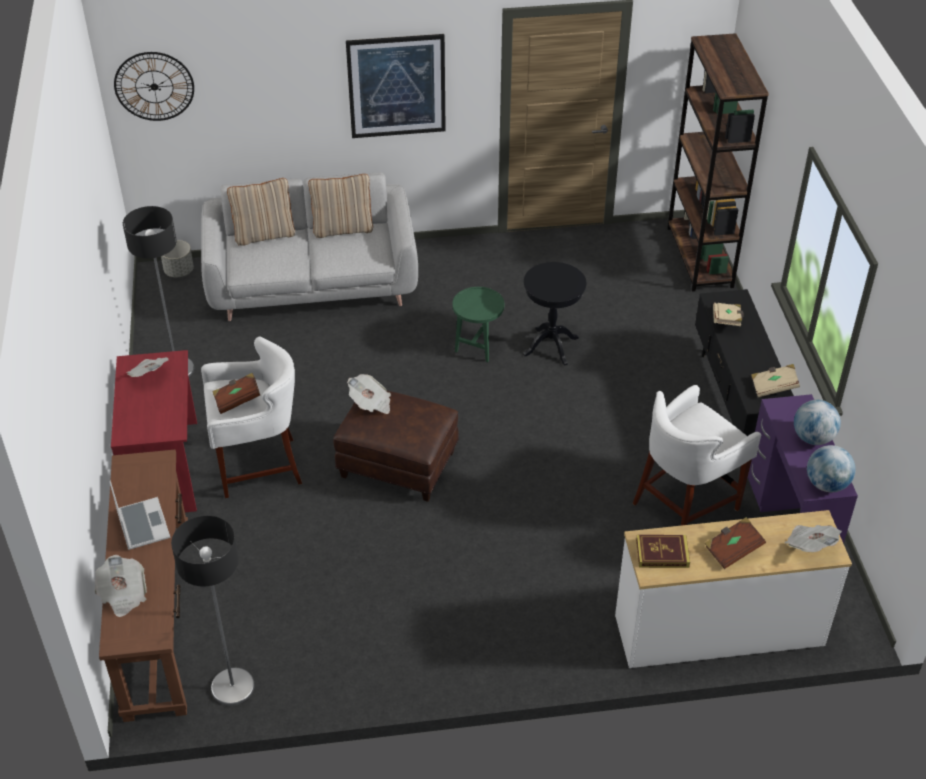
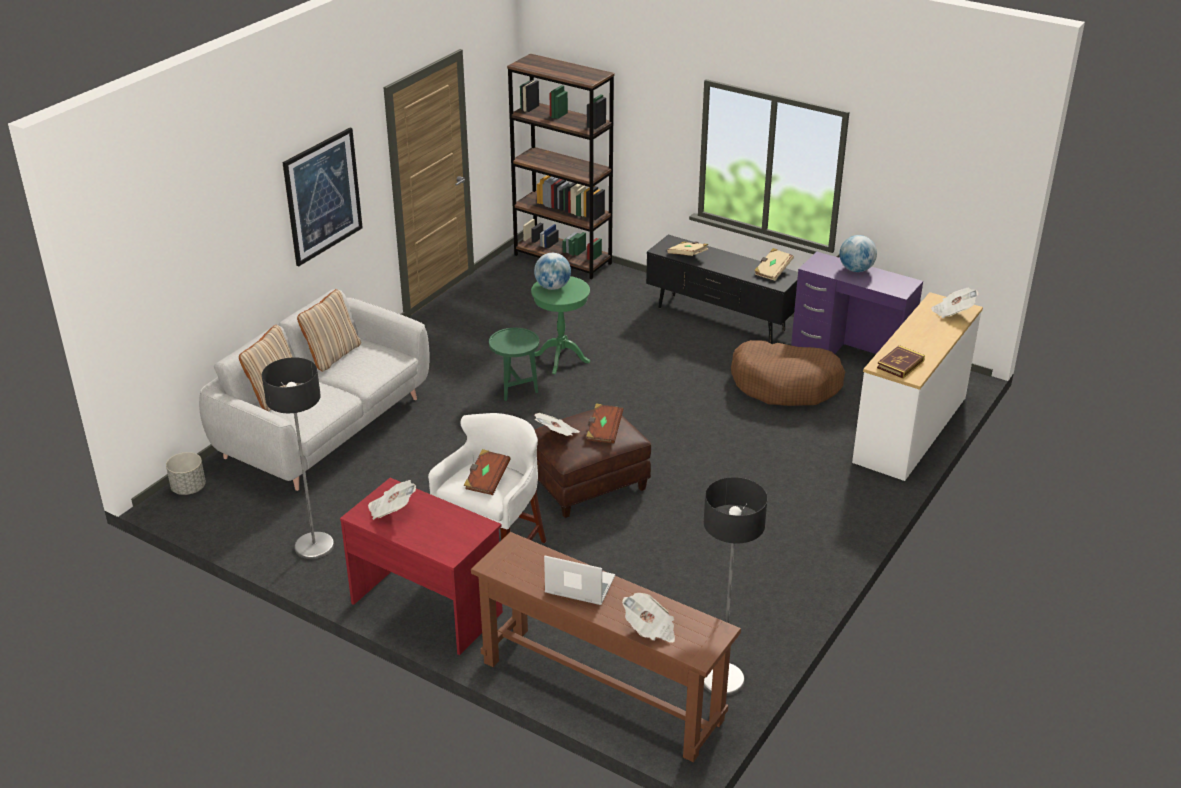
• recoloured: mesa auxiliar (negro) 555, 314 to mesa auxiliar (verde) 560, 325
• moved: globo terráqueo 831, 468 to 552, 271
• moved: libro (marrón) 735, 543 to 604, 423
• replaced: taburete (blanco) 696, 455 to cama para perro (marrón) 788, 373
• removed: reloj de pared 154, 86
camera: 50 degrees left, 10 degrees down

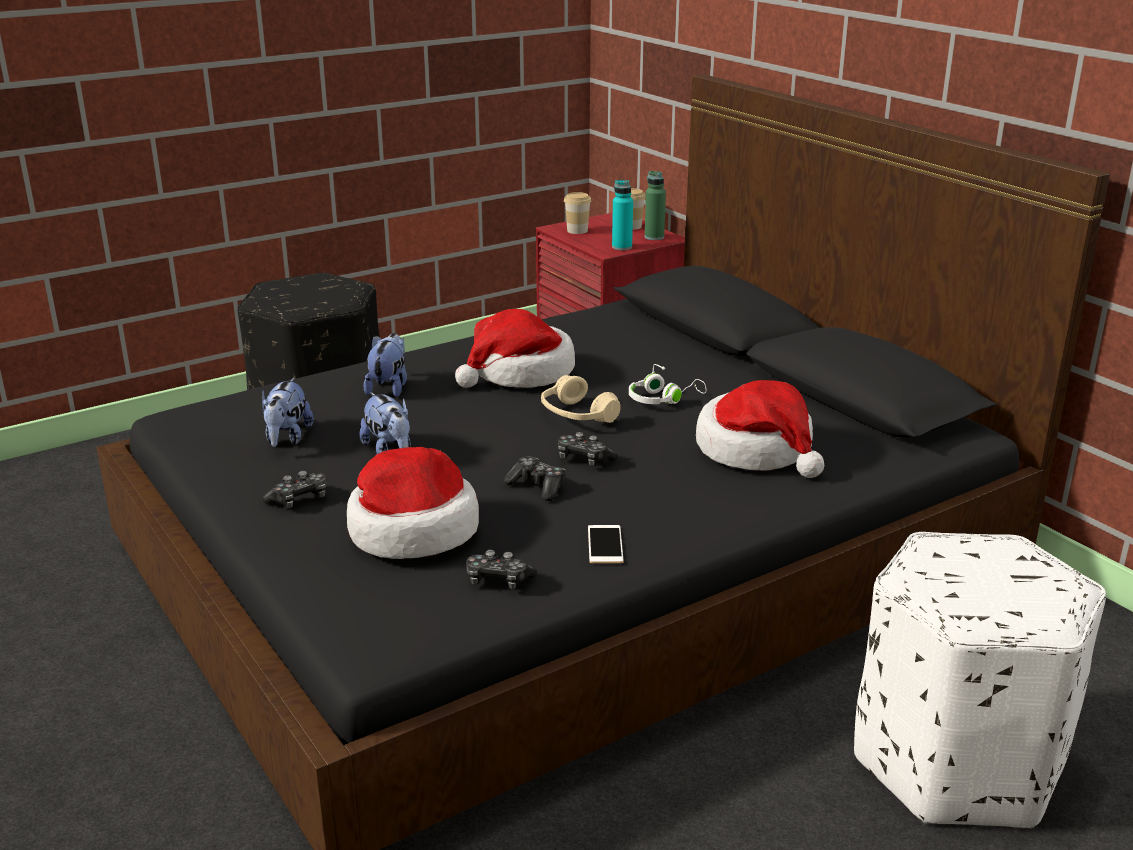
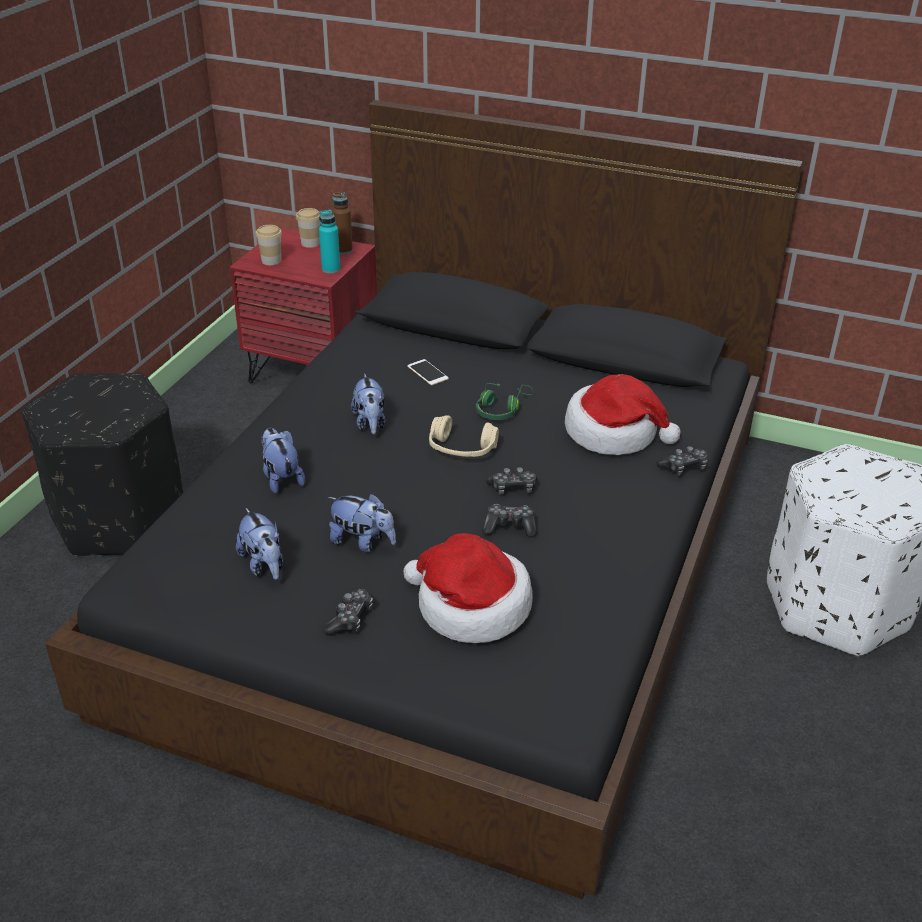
• recoloured: botella (verde) 655, 205 to botella (marrón) 342, 223
• replaced: sombrero 515, 348 to peluche 368, 404
• moved: móvil 606, 544 to 428, 372
• recoloured: auriculares (blanco) 667, 384 to auriculares (verde) 504, 401
• moved: mando de consola 501, 569 to 682, 460
camera: 35 degrees left, 10 degrees up

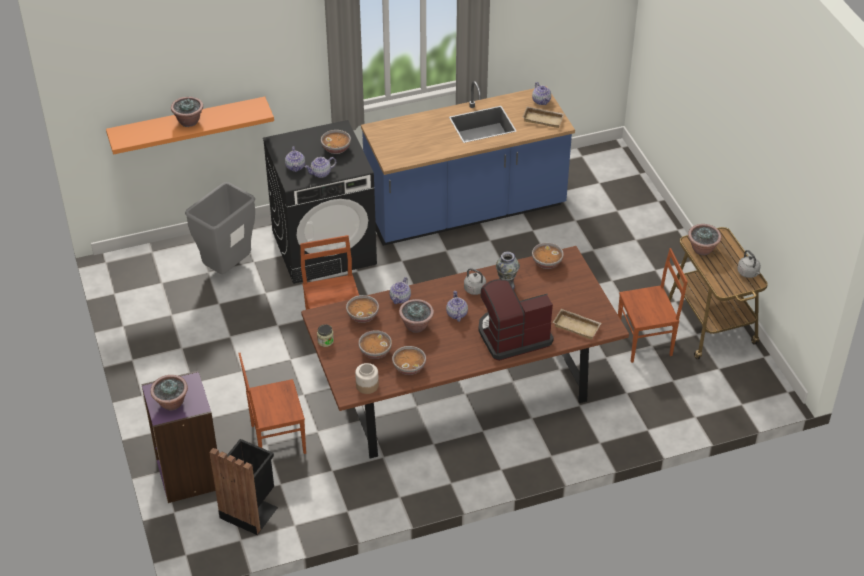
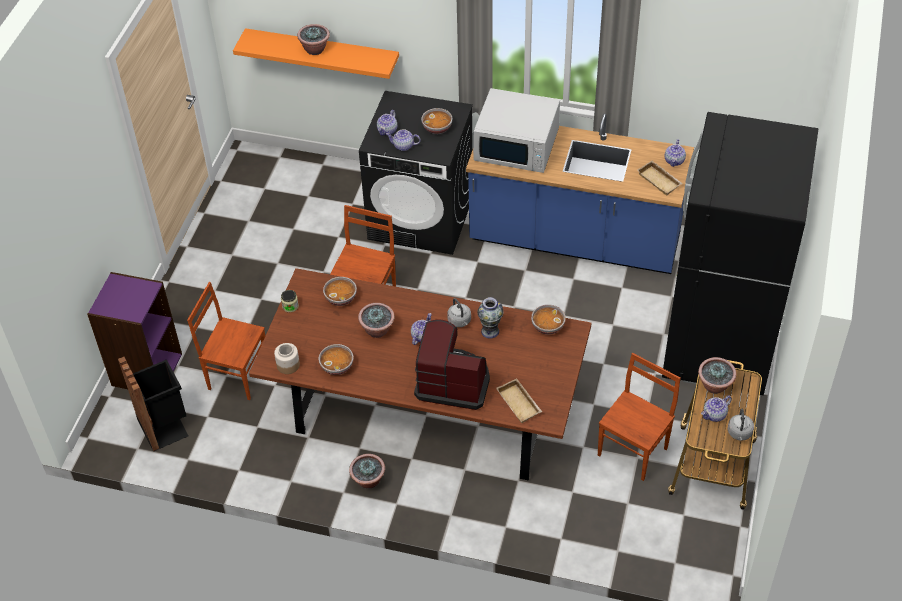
• moved: planta en maceta 169, 392 to 367, 471
• added: microondas (blanco) 516, 130
• turned: silla (marrón) 653, 305 = 639, 417 75 degrees counterclockwise
• added: nevera (negro) 740, 254
• moved: tetera 400, 290 to 716, 408
• removed: papelera (gris) 220, 228
• removed: cuenco 375, 344
camera: 35 degrees right, 5 degrees up

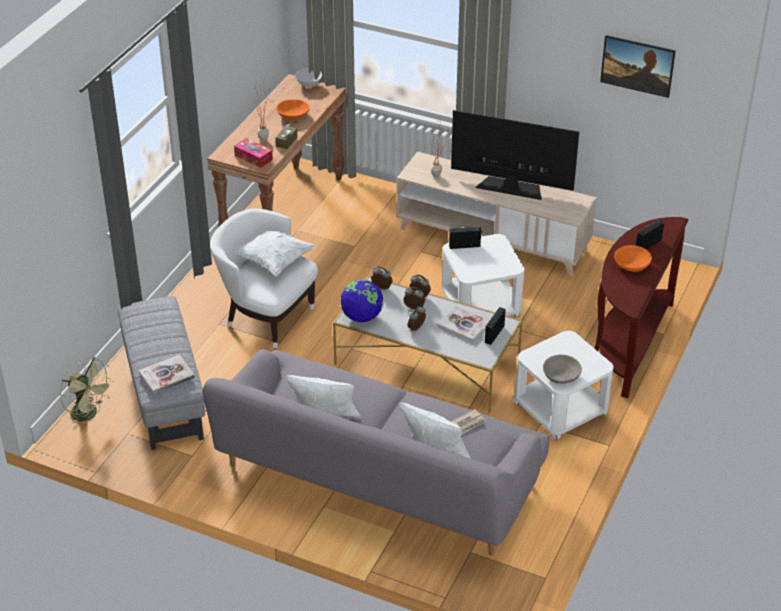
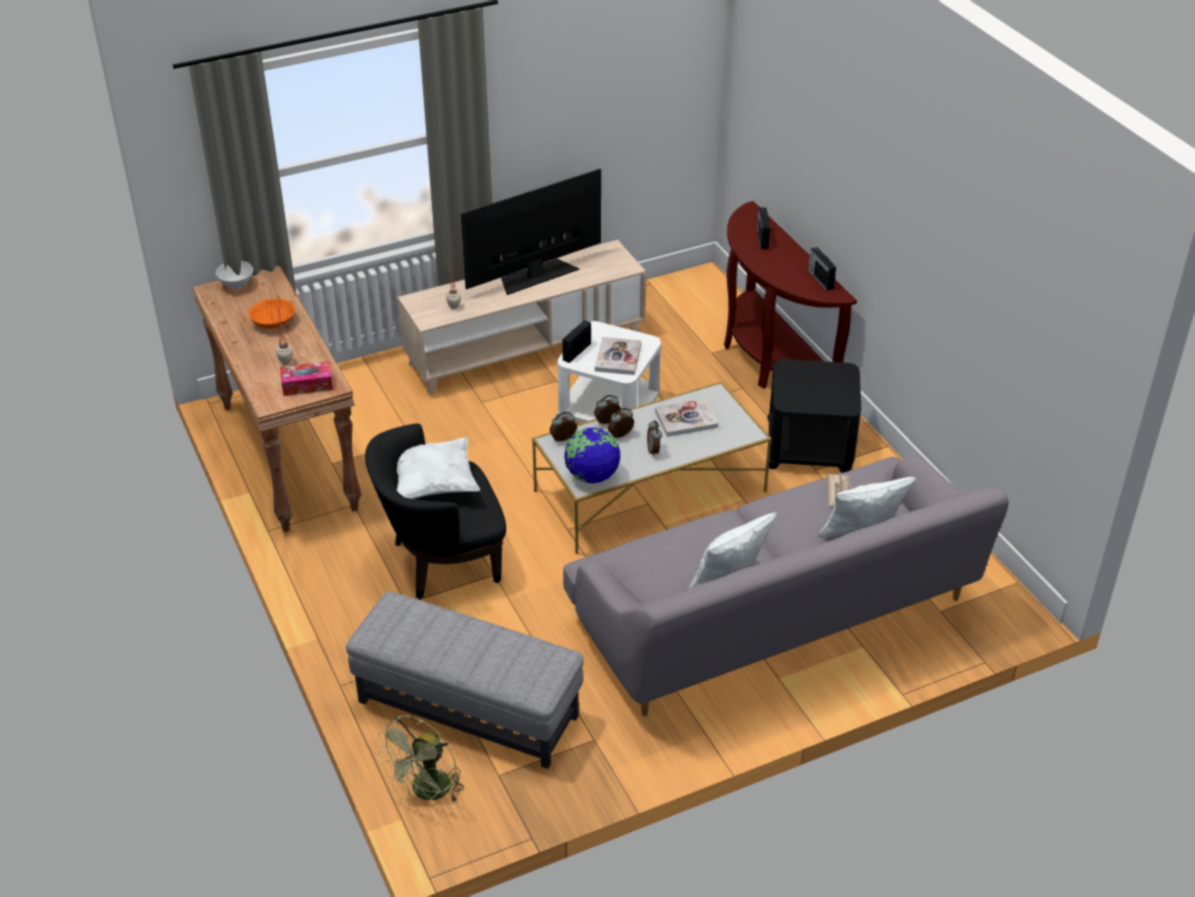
• recoloured: sillón (blanco) 264, 278 to sillón (negro) 435, 511
• turned: ventilador (verde) 87, 393 = 420, 759 135 degrees clockwise
• moved: libro 167, 374 to 618, 356
• recoloured: mesa auxiliar (blanco) 563, 385 to mesa auxiliar (negro) 814, 416
• moved: radio 495, 326 to 822, 269
• removed: caja de pañuelos (marrón) 286, 136
• removed: cuenco (gris) 562, 369
• removed: cuadro 638, 66
• removed: cuenco (naranja) 633, 258
camera: 50 degrees left, 0 degrees up

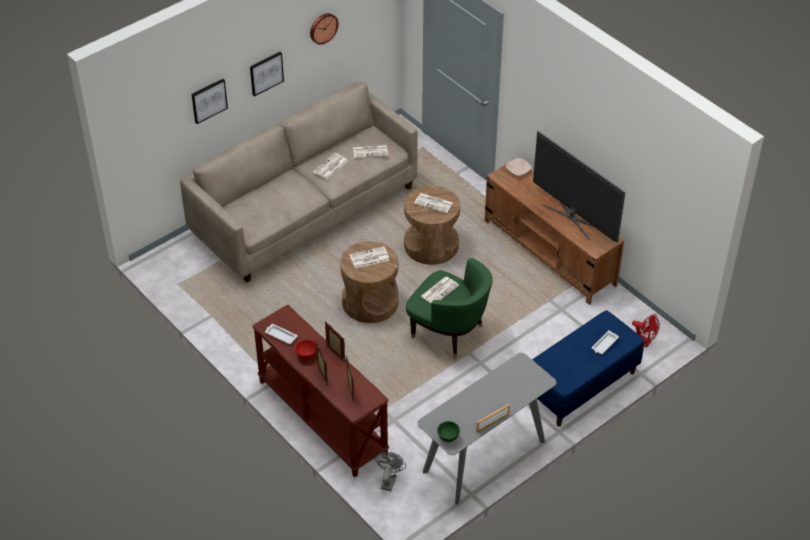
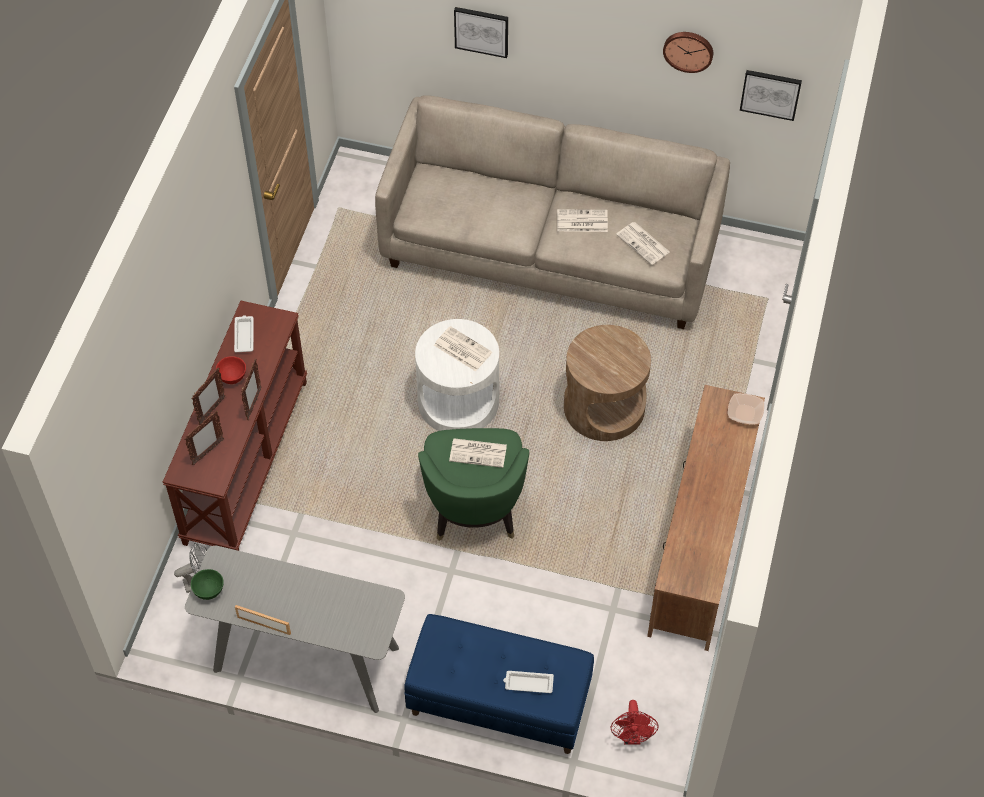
• recoloured: mesa auxiliar (marrón) 369, 282 to mesa auxiliar (blanco) 457, 375
• moved: cuadro 267, 74 to 771, 95
• removed: periódico 433, 203
• removed: televisor 579, 187
camera: 55 degrees right, 10 degrees up

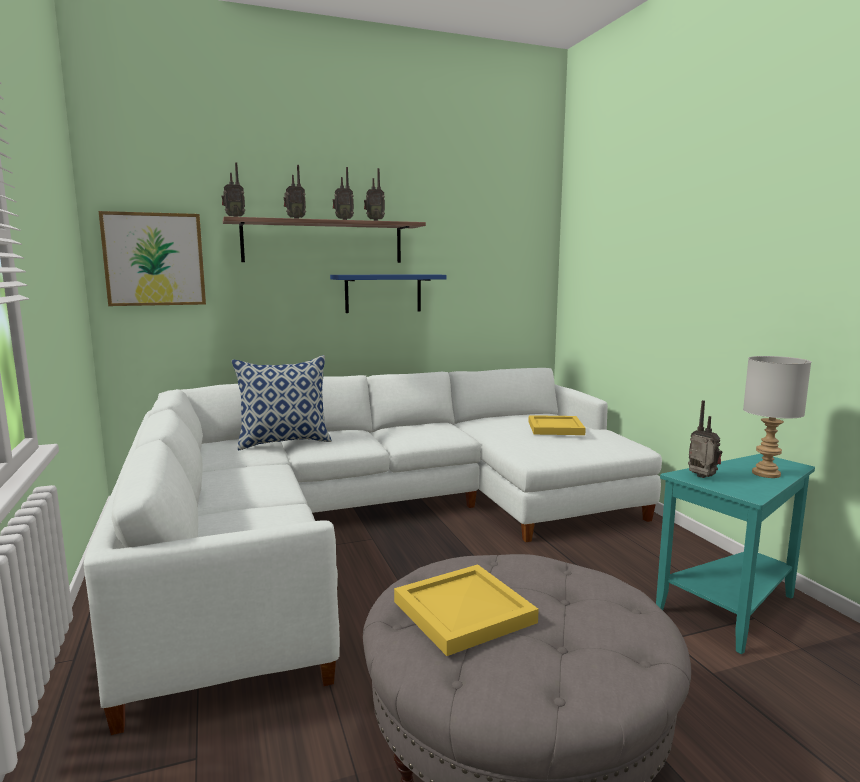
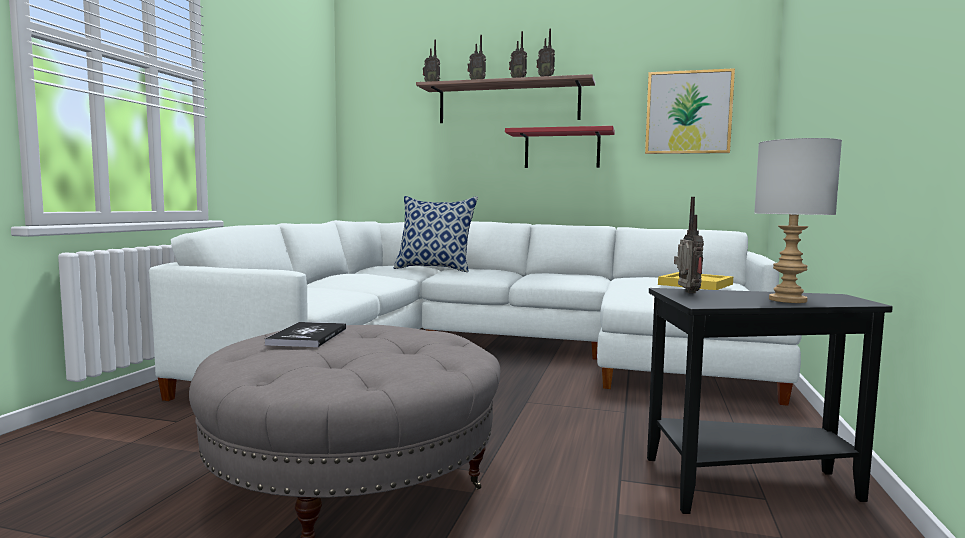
• replaced: bandeja (amarillo) 466, 610 to libro 305, 334
• recoloured: estante (azul) 388, 293 to estante (rojo) 560, 147
• moved: cuadro 152, 258 to 690, 111
• recoloured: mesa auxiliar (turquesa) 735, 554 to mesa auxiliar (negro) 770, 401
camera: 35 degrees right, 5 degrees down

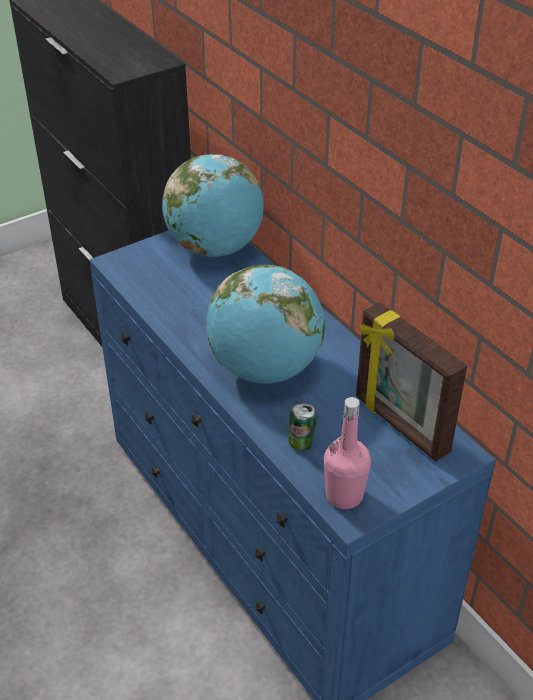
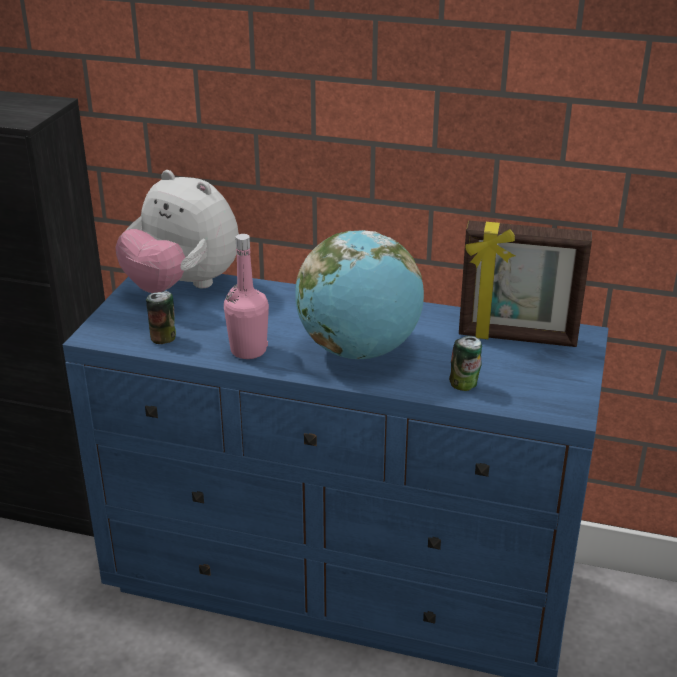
• replaced: globo terráqueo 213, 205 to peluche 177, 231
• added: lata 161, 317
• moved: botella (rosa) 347, 453 to 246, 296
camera: 40 degrees left, 10 degrees down

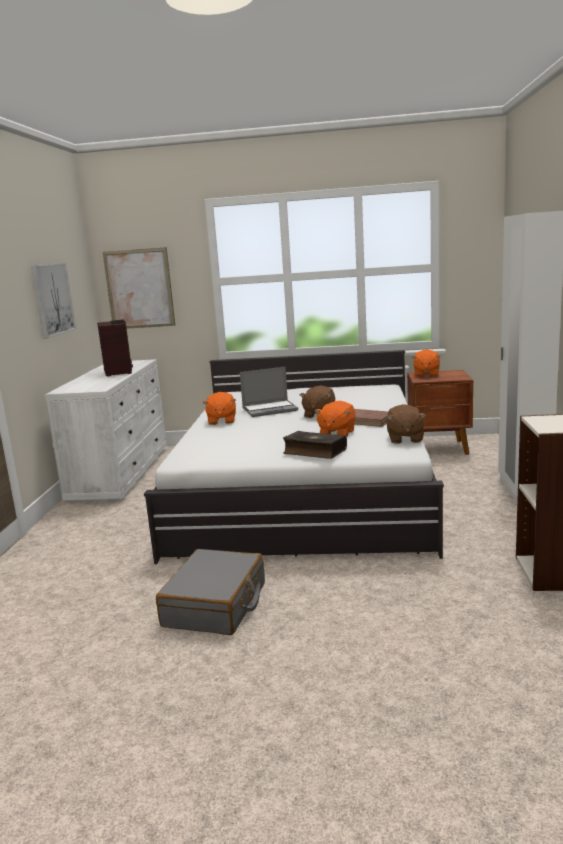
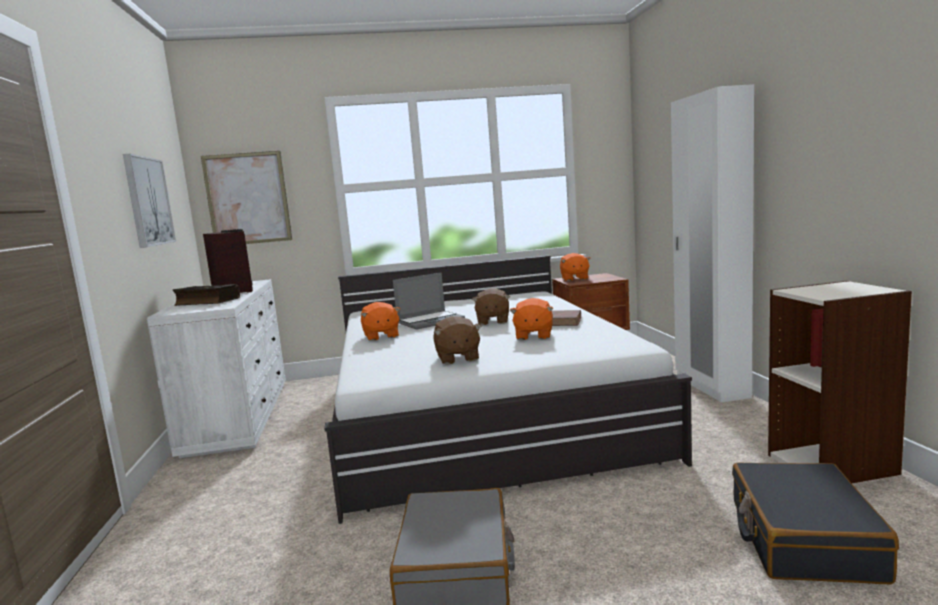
• moved: libro 315, 445 to 206, 295
• moved: peluche (marrón) 406, 424 to 457, 340
• added: maleta (negro) 815, 523
camera: 15 degrees left, 5 degrees down

